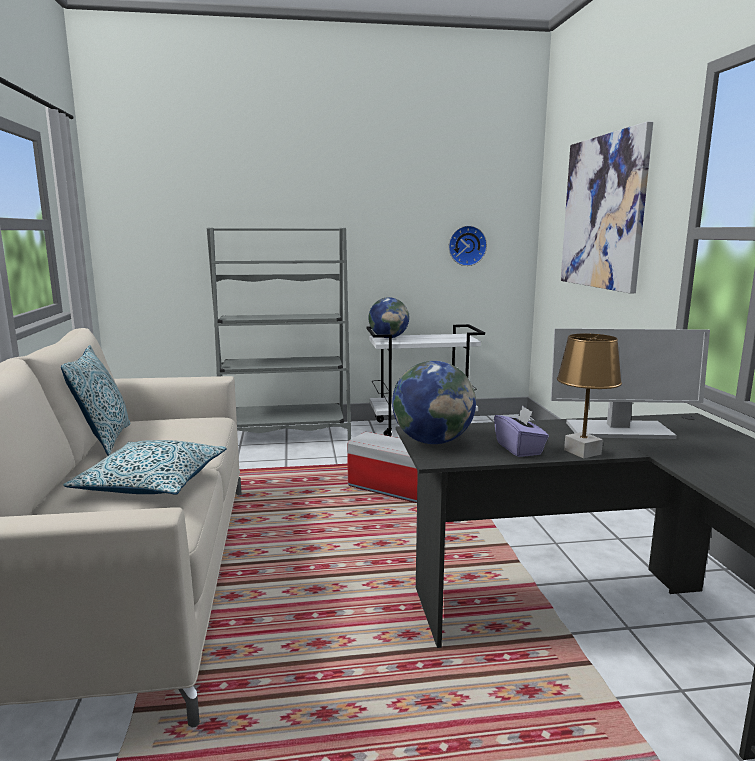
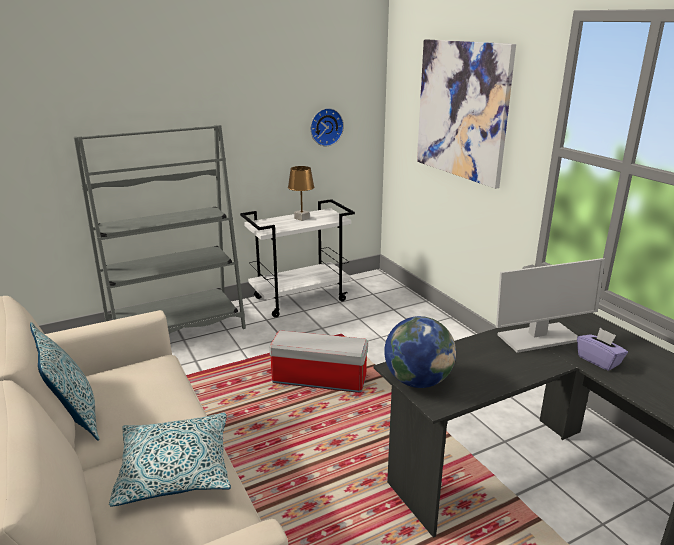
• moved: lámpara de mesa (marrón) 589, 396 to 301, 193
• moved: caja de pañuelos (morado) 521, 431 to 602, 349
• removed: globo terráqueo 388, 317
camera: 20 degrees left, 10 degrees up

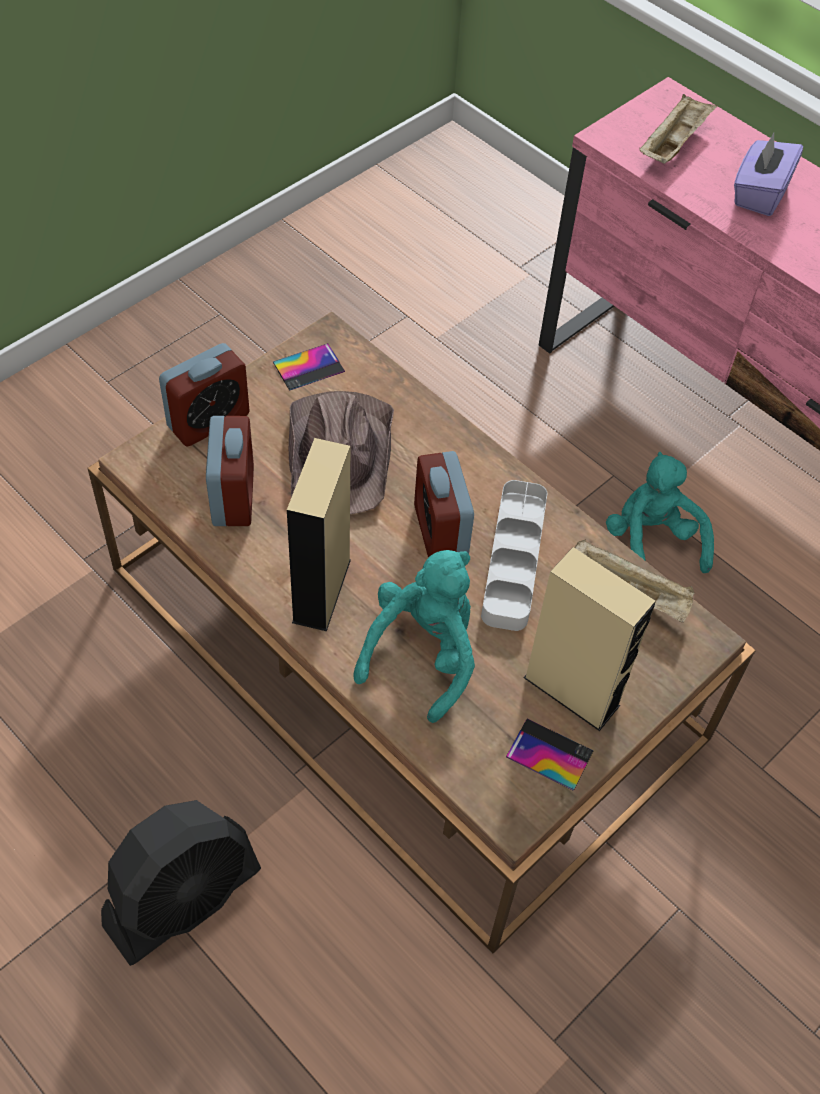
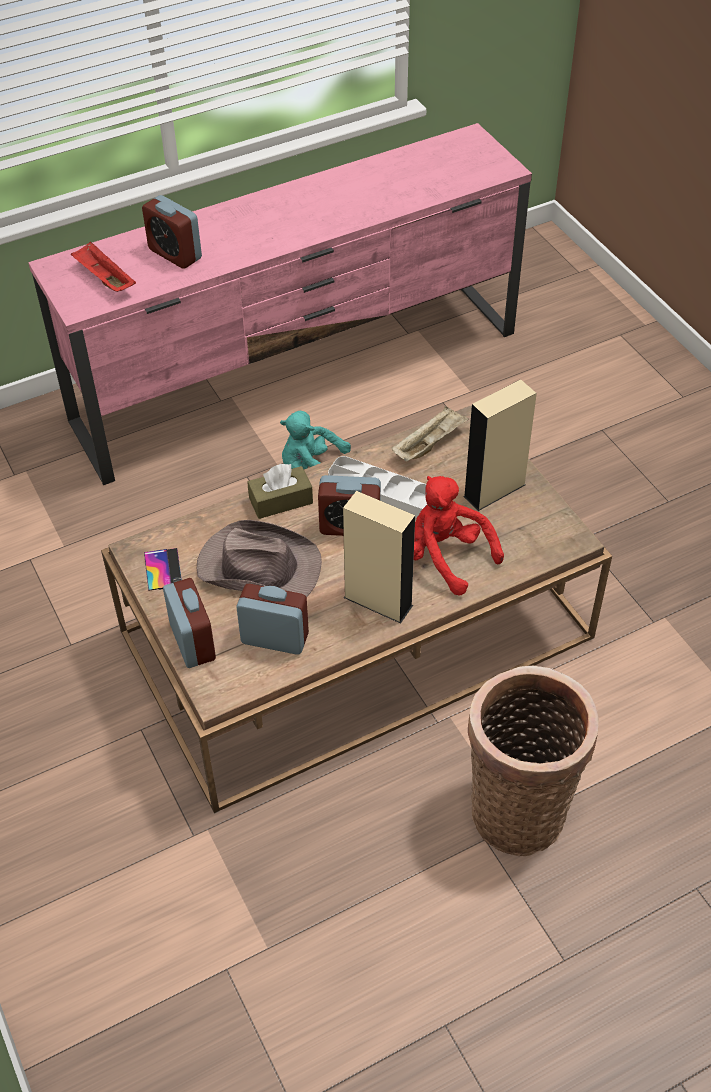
• recoloured: bandeja (beis) 678, 128 to bandeja (rojo) 103, 266
• replaced: caja de pañuelos (morado) 768, 174 to despertador 172, 232
• added: caja de pañuelos (marrón) 280, 491
• recoloured: peluche (turquesa) 414, 636 to peluche (rojo) 459, 536
• replaced: ventilador (negro) 181, 883 to cesta 533, 761
• removed: móvil 549, 755
camera: 70 degrees left, 5 degrees down

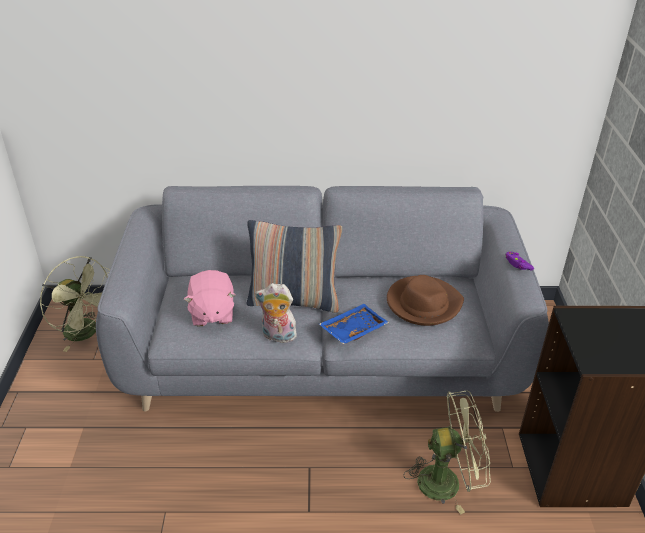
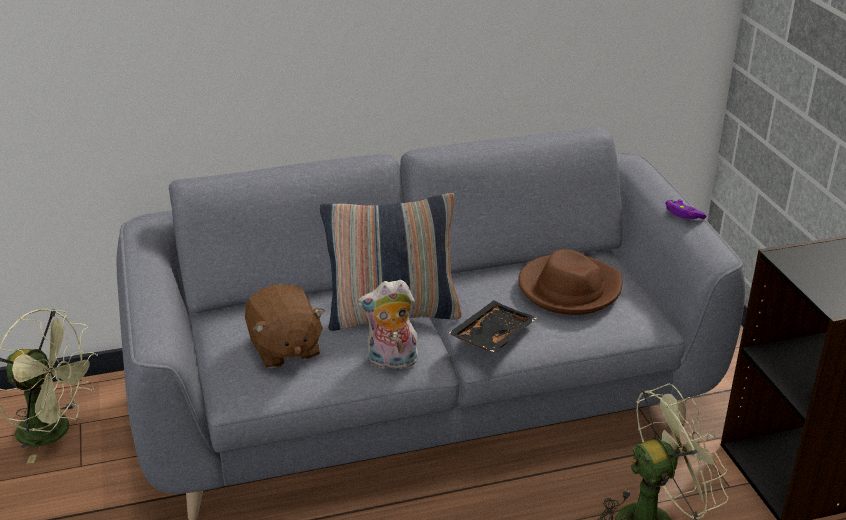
• recoloured: peluche (rosa) 209, 298 to peluche (marrón) 285, 326
• recoloured: bandeja (azul) 354, 324 to bandeja (negro) 492, 326
camera: 15 degrees left, 5 degrees down

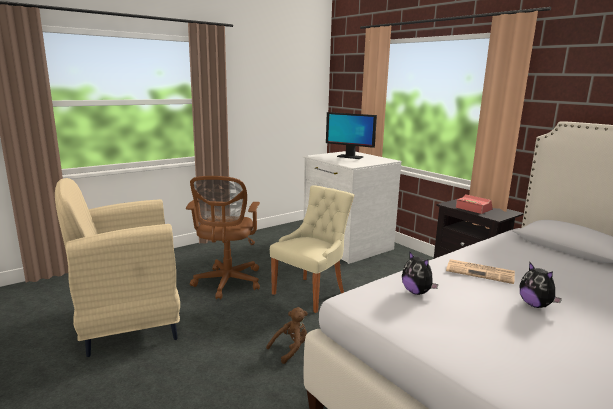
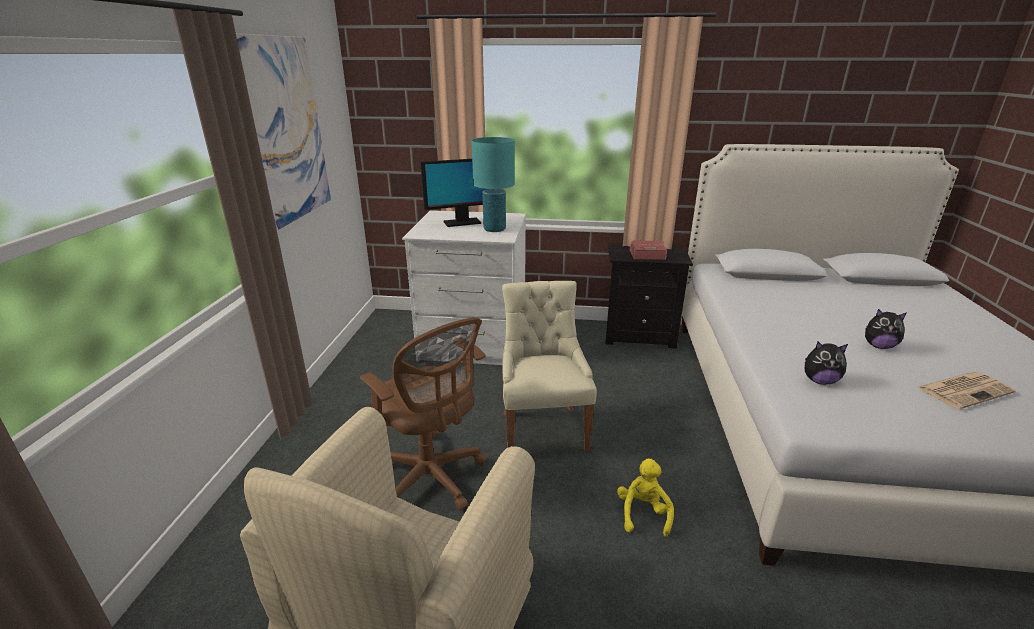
• added: cuadro 283, 132
• added: lámpara de mesa (turquesa) 493, 184
• recoloured: peluche (marrón) 287, 335 to peluche (amarillo) 645, 498
• moved: periódico 480, 271 to 966, 390
camera: 45 degrees left, 10 degrees up

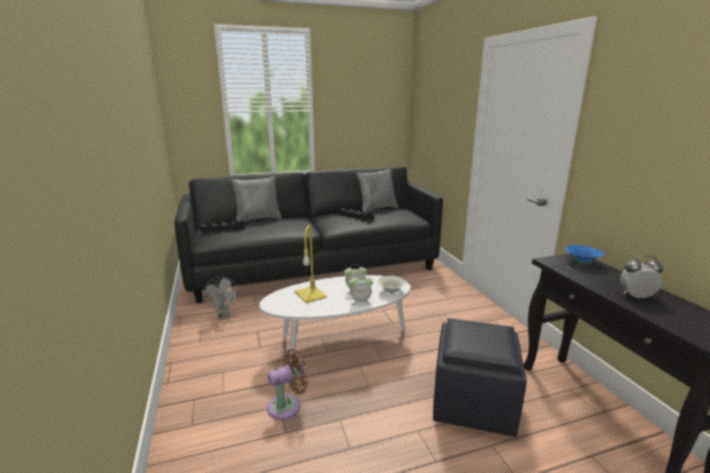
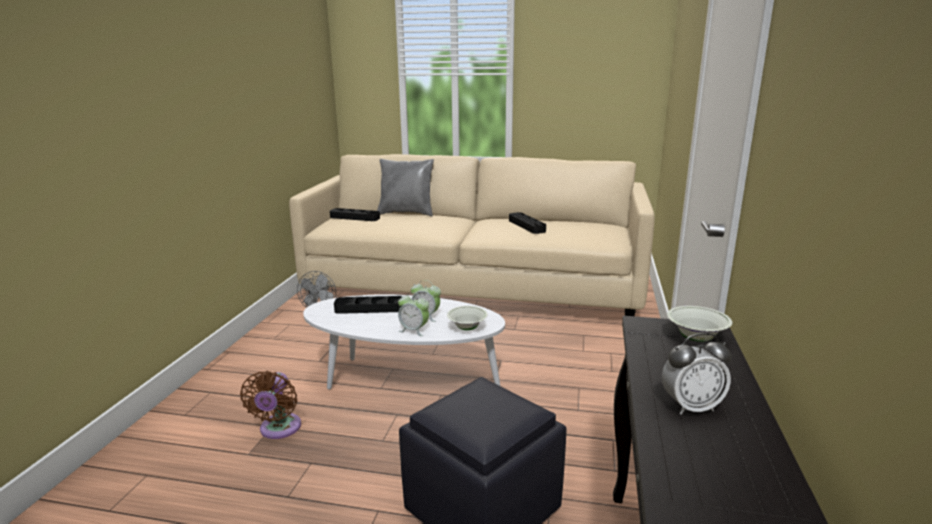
• turned: ventilador (marrón) 287, 384 = 270, 405 90 degrees clockwise
• recoloured: sofá (negro) 308, 234 to sofá (beis) 472, 235
• replaced: lámpara de mesa (amarillo) 311, 264 to bandeja (negro) 369, 305
• turned: despertador 641, 277 = 697, 374 135 degrees clockwise
• recoloured: cuenco (azul) 584, 254 to cuenco (blanco) 699, 324
• removed: cojín (gris) 377, 190
camera: 30 degrees right, 0 degrees up

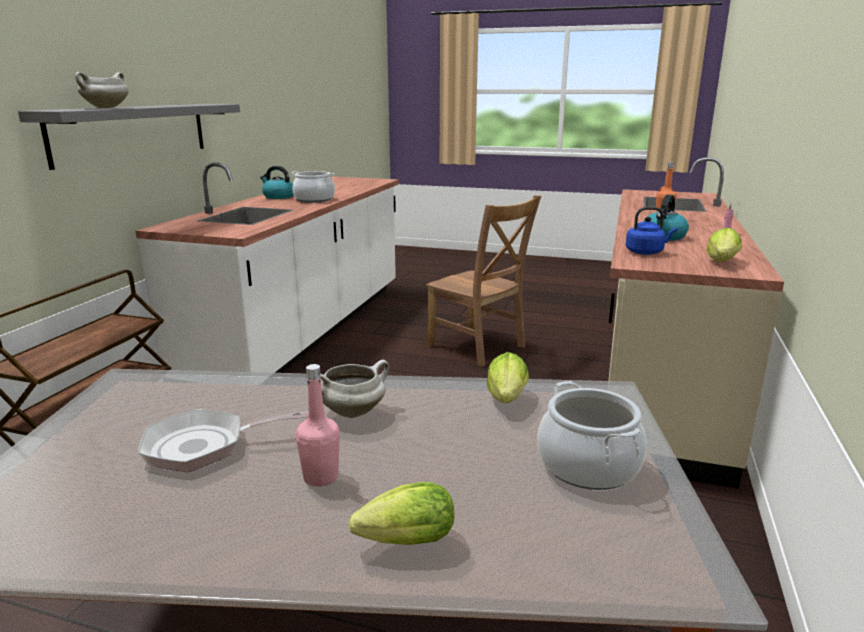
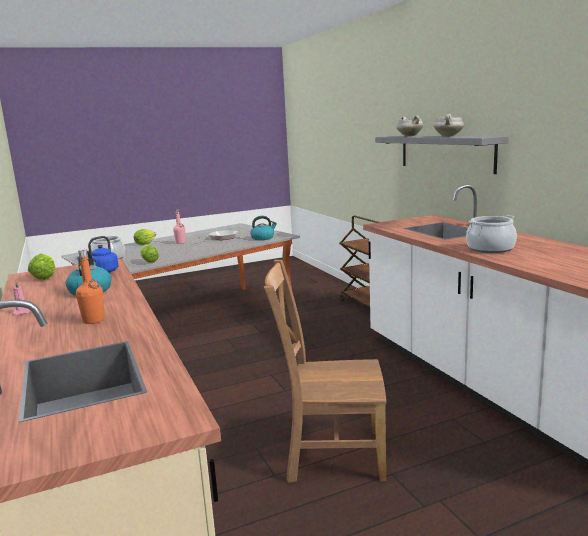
• moved: hervidor 277, 182 to 263, 228
• moved: olla (blanco) 354, 389 to 449, 125
camera: 140 degrees right, 5 degrees down

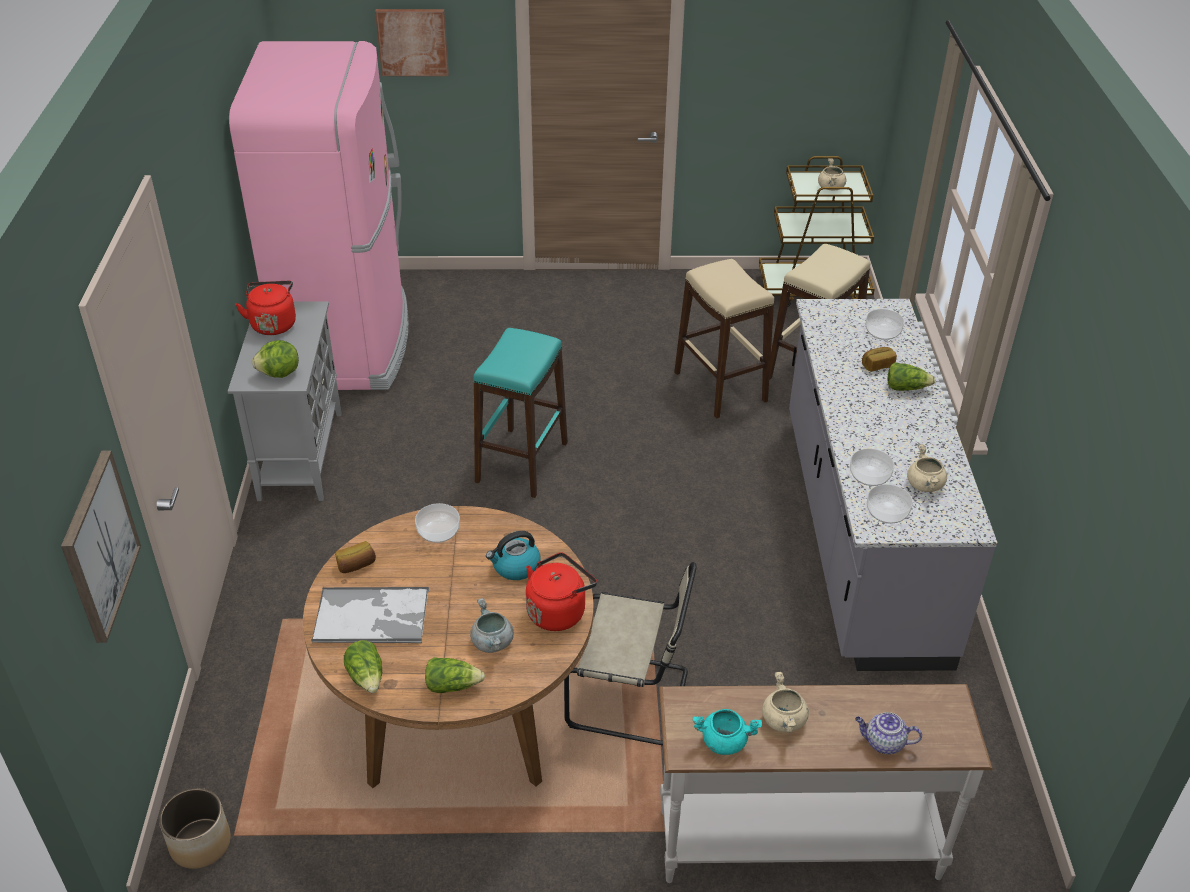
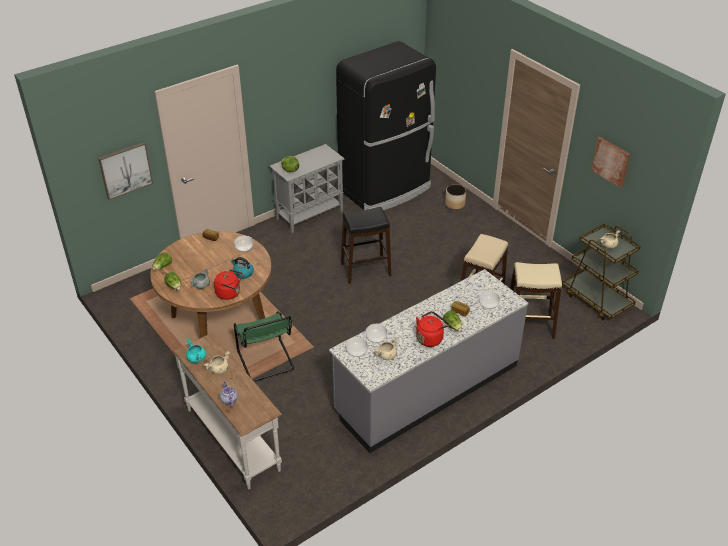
• recoloured: silla (beis) 630, 653 to silla (verde) 264, 346
• recoloured: nevera (rosa) 318, 215 to nevera (negro) 386, 126
• recoloured: taburete (turquesa) 521, 413 to taburete (negro) 366, 245
• moved: hervidor (rojo) 265, 308 to 433, 329
• moved: maceta 195, 828 to 455, 197
• moved: cuadro 412, 42 to 610, 162
• removed: bandeja 370, 615
camera: 55 degrees right, 0 degrees up

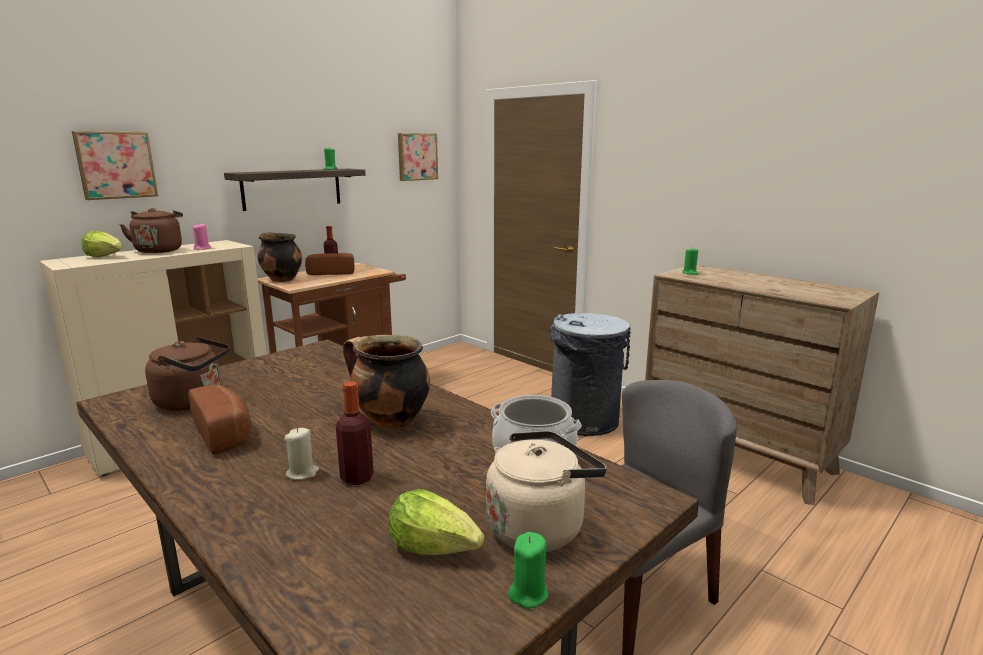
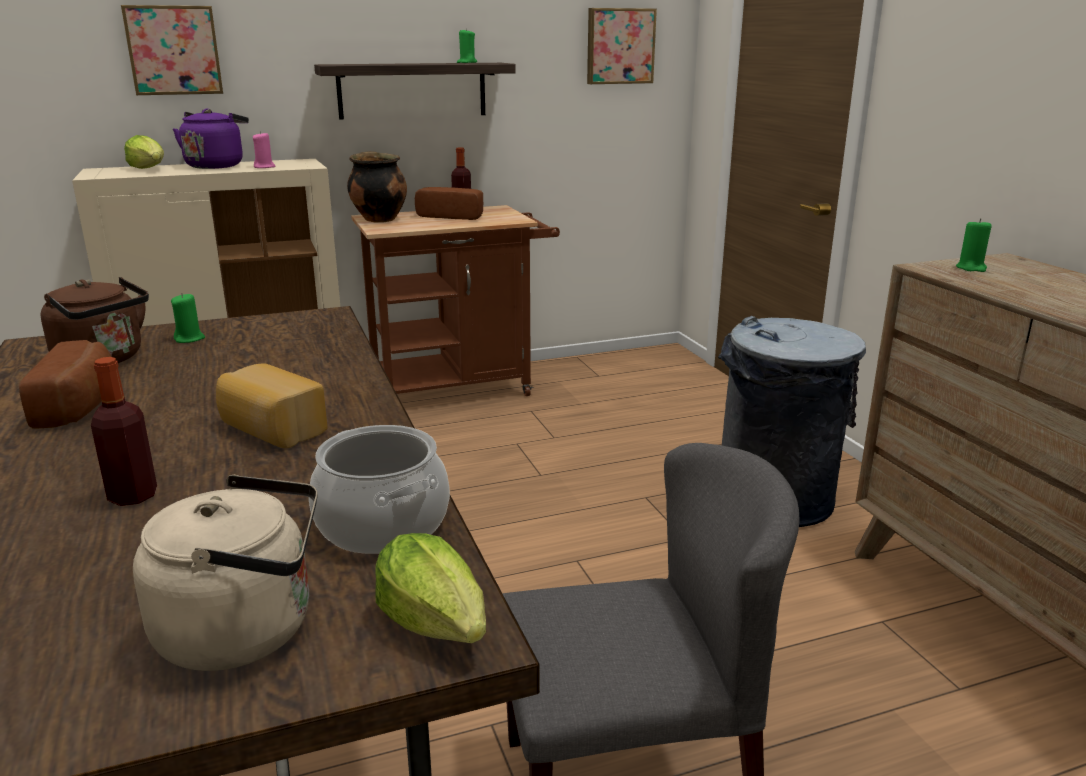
• moved: vela (verde) 528, 570 to 188, 318
• recoloured: hervidor (marrón) 151, 230 to hervidor (morado) 211, 139
• replaced: olla 386, 382 to pan 272, 405
• moved: lechuga 436, 522 to 430, 588
• removed: vela (beis) 301, 454
camera: 25 degrees right, 5 degrees up

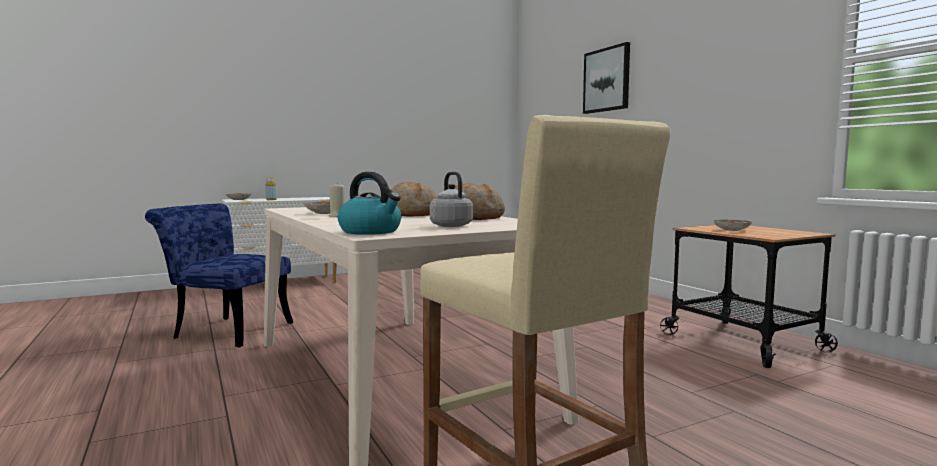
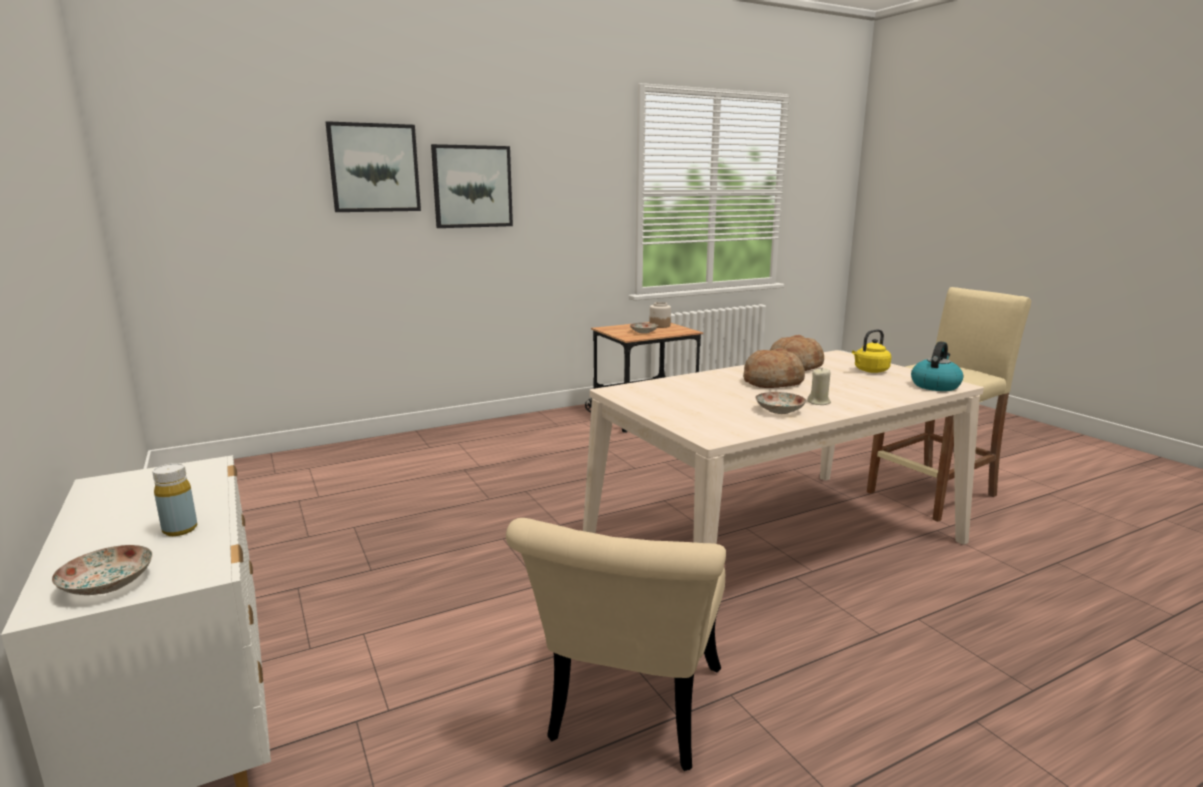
• added: cuadro 472, 186
• recoloured: silla (azul) 219, 275 to silla (beis) 616, 644
• added: tarro 660, 315
• recoloured: hervidor (gris) 451, 199 to hervidor (amarillo) 871, 351
camera: 90 degrees left, 10 degrees up

